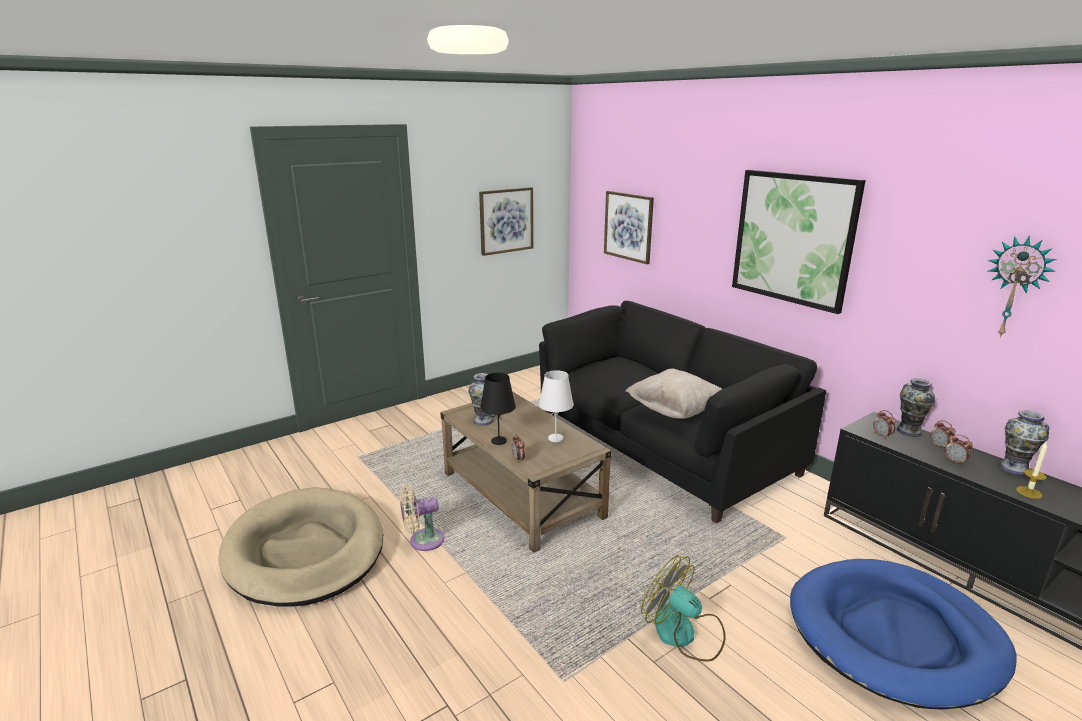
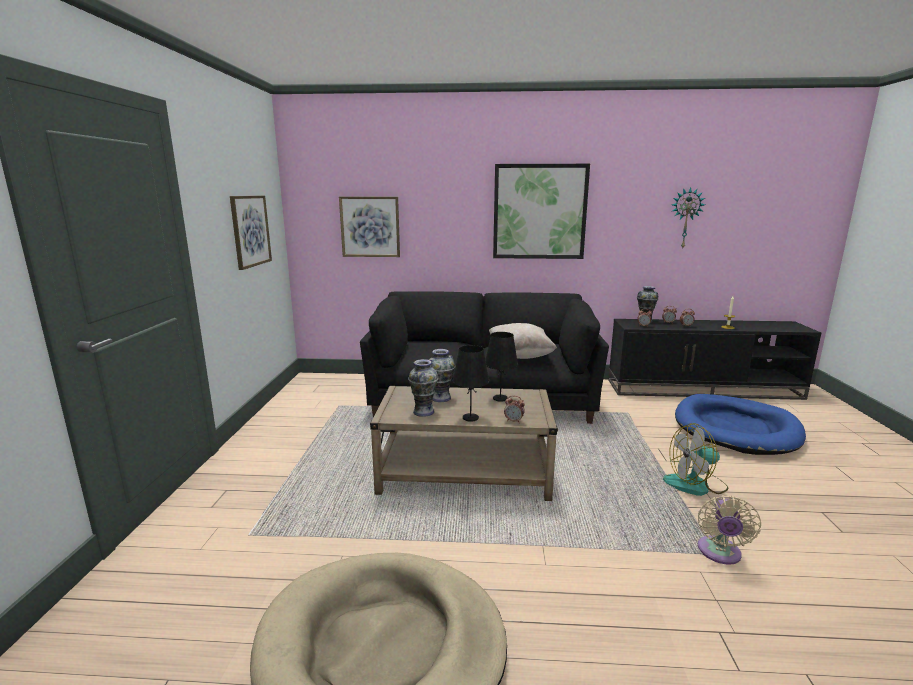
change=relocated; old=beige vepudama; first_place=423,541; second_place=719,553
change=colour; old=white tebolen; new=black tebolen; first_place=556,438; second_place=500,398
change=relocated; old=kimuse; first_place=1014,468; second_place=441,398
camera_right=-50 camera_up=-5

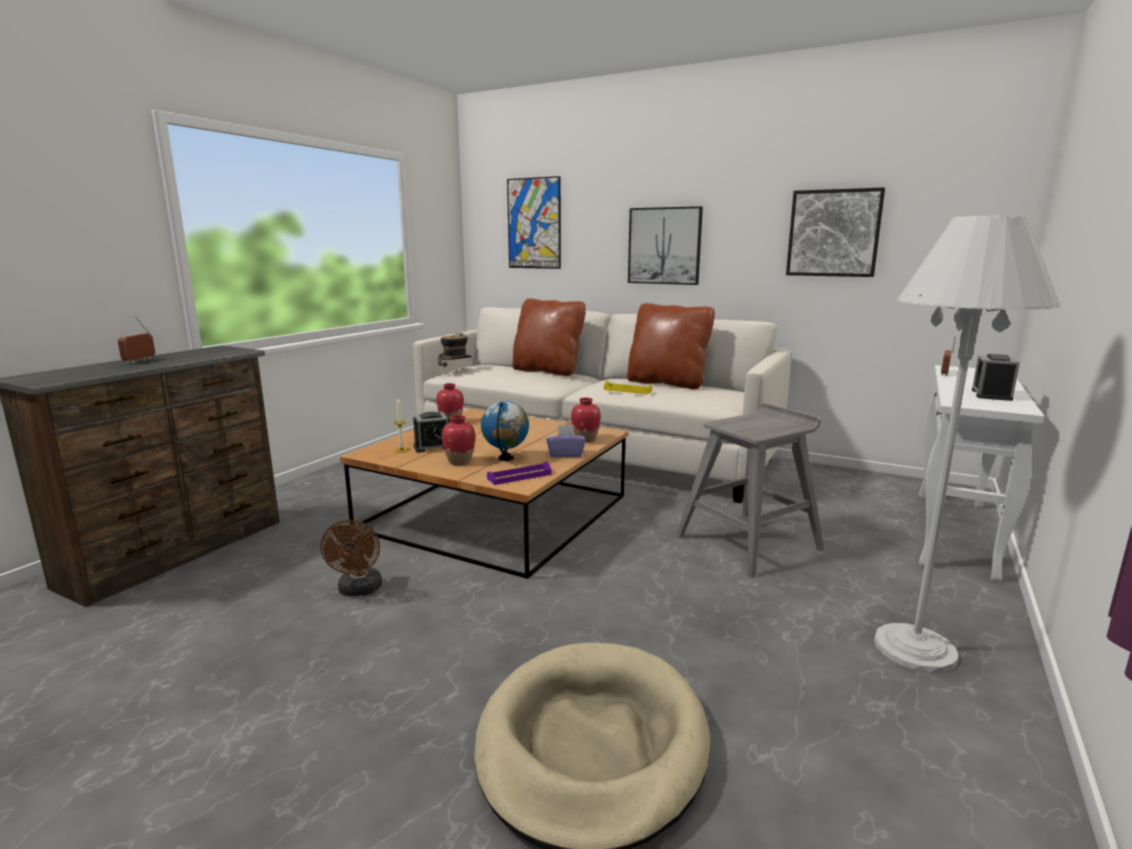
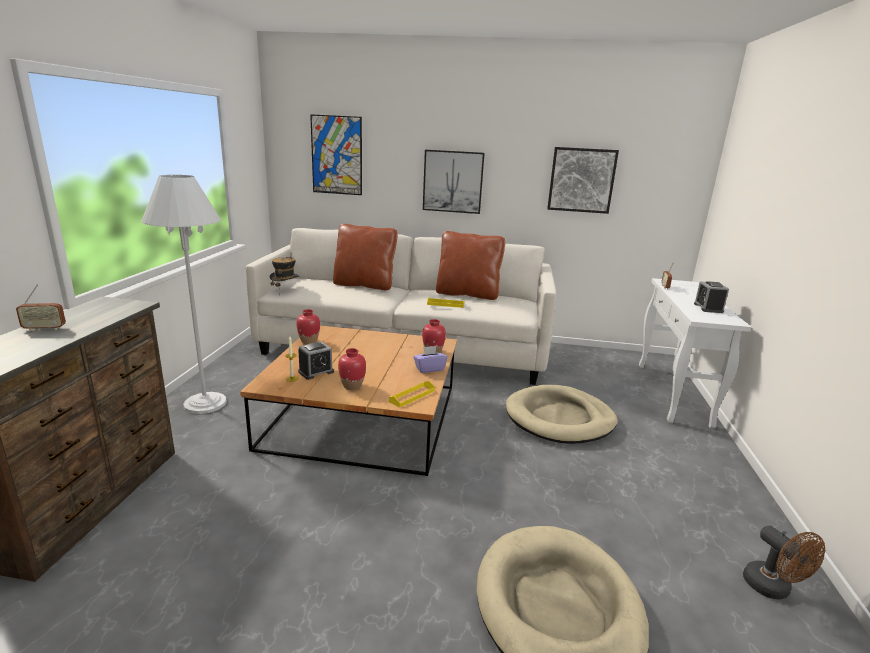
change=spun; old=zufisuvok; first_place=140,361; second_place=44,329; degrees=-90
change=relocated; old=brown vepudama; first_place=359,590; second_place=773,589
change=missing; old=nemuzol; first_place=506,458
change=colour; old=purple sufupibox; new=yellow sufupibox; first_place=519,476; second_place=412,396
change=exchanged; old=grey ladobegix; new=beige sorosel; first_place=749,542; second_place=559,418
change=relocated; old=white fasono; first_place=915,648; second_place=205,403
camera_right=-20 camera_up=5

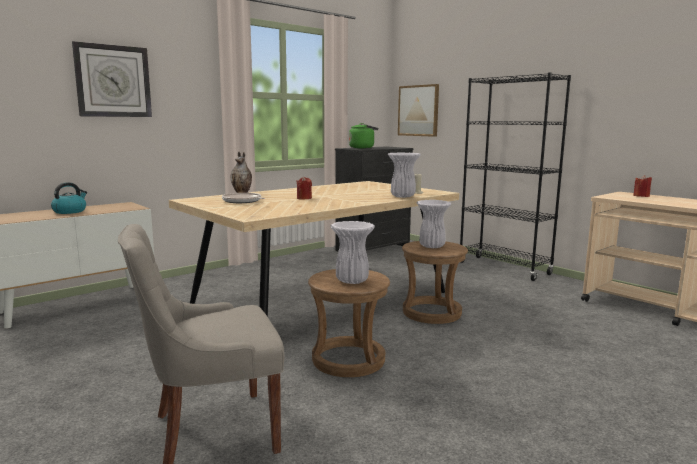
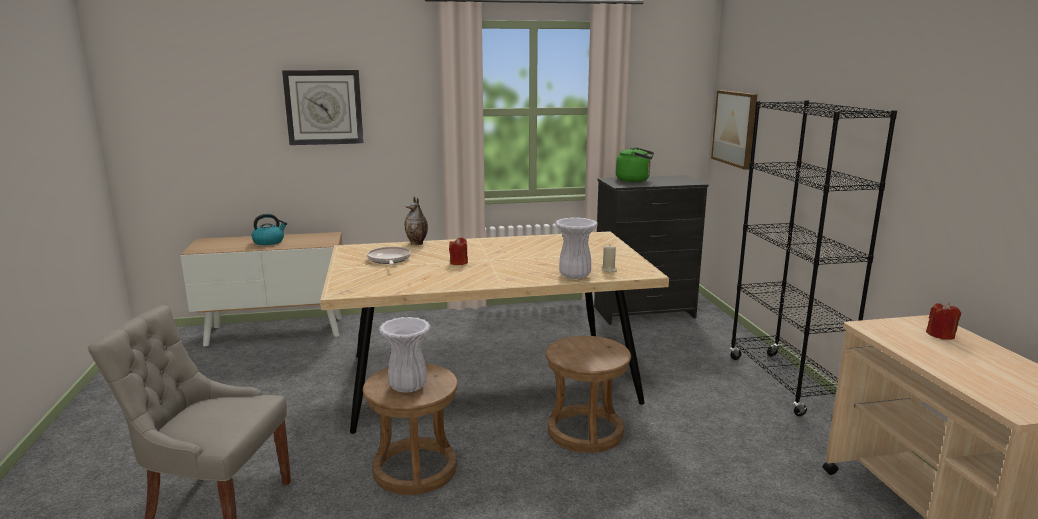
change=missing; old=white kimuse; first_place=432,246
camera_right=30 camera_up=5

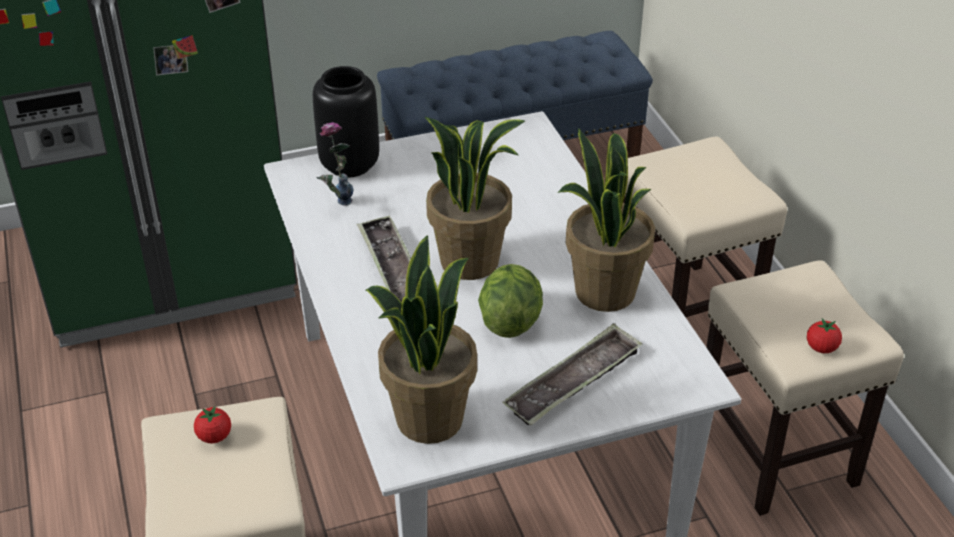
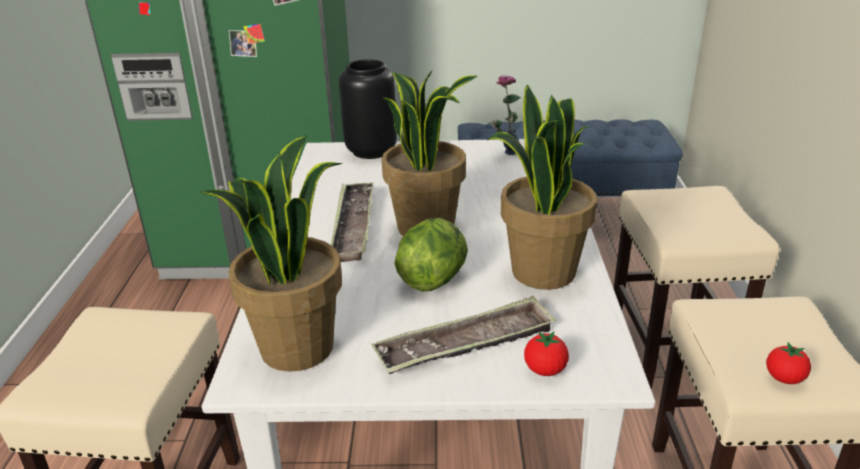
change=relocated; old=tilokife; first_place=214,436; second_place=545,370
change=relocated; old=kimuse; first_place=337,206; second_place=503,154
camera_right=20 camera_up=-10

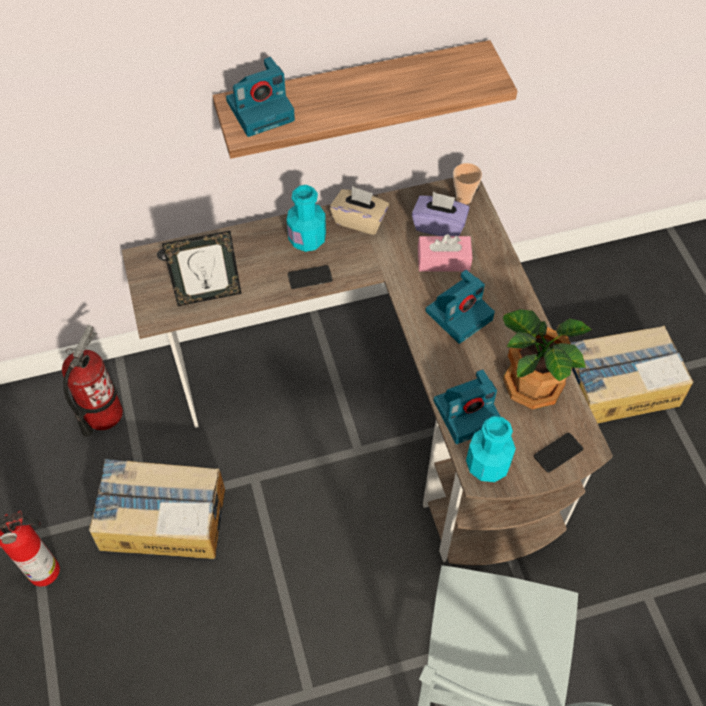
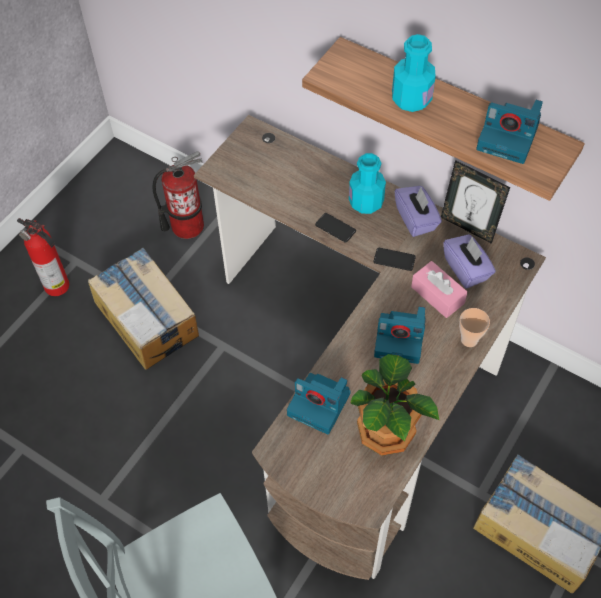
change=relocated; old=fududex; first_place=208,295; second_place=468,227
change=relocated; old=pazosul; first_place=261,109; second_place=509,138
change=colour; old=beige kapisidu; new=purple kapisidu; first_place=359,220; second_place=416,219
change=relocated; old=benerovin; first_place=463,198; second_place=469,340
change=relocated; old=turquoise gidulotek; first_place=487,464; second_place=411,99
change=relocated; old=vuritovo; first_place=558,453; second_place=394,259
camera_right=50 camera_up=0

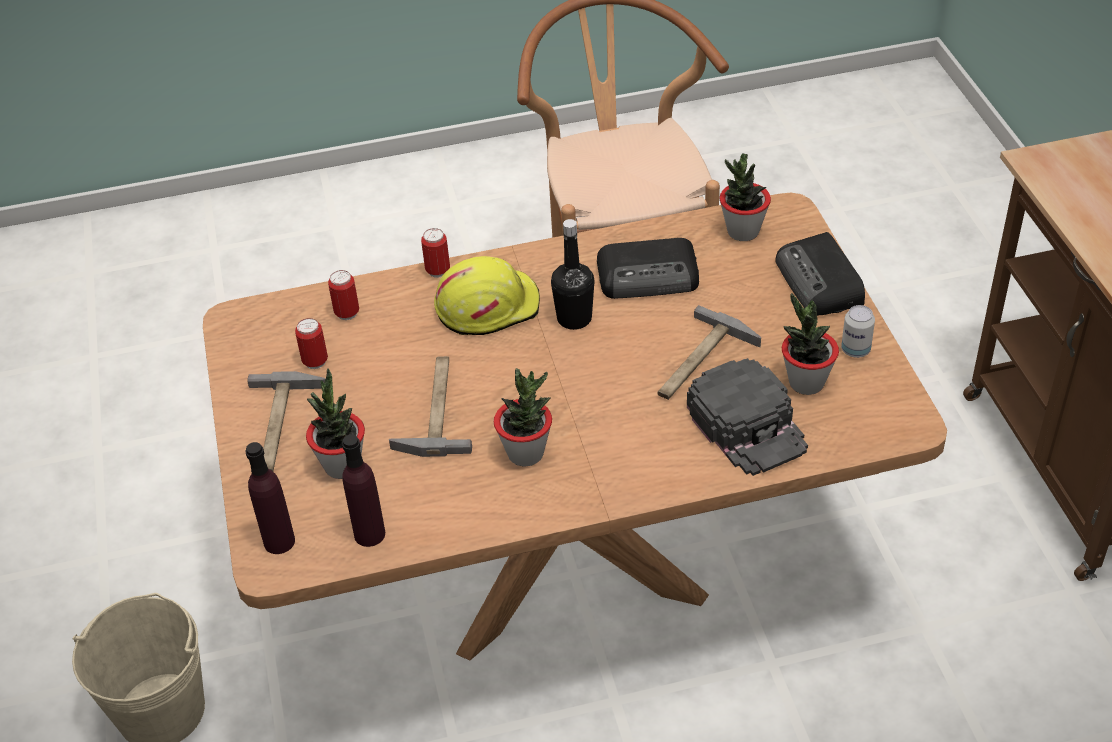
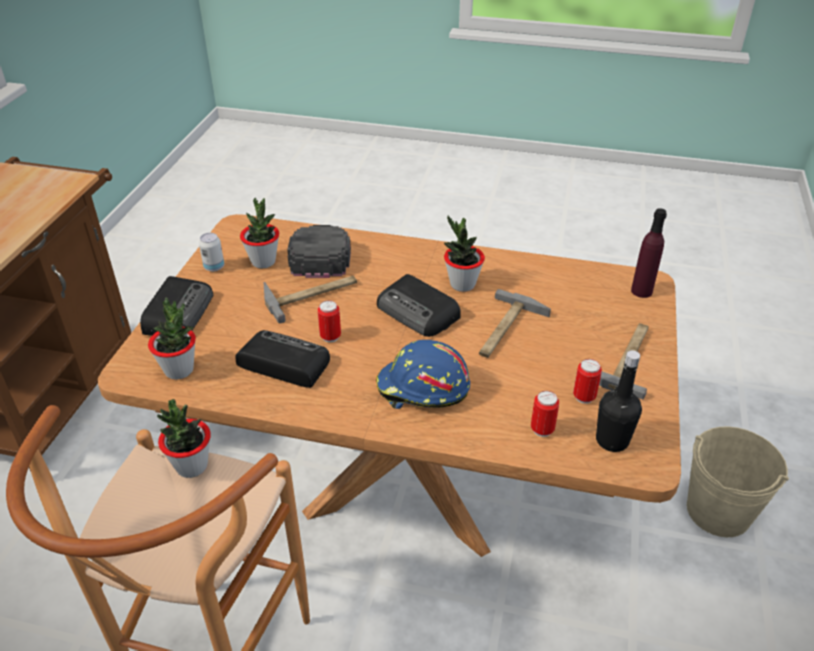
change=relocated; old=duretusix; first_place=342,465; second_place=192,466
change=missing; old=purple gidulotek; first_place=369,534
change=relocated; old=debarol; first_place=438,271; second_place=330,337
change=colour; old=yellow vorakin; new=blue vorakin; first_place=487,306; second_place=422,389
change=relocated; old=black gidulotek; first_place=574,318; second_place=612,440
change=appeared; new=zufisuvok; second_place=418,312
camera_right=-155 camera_up=-5

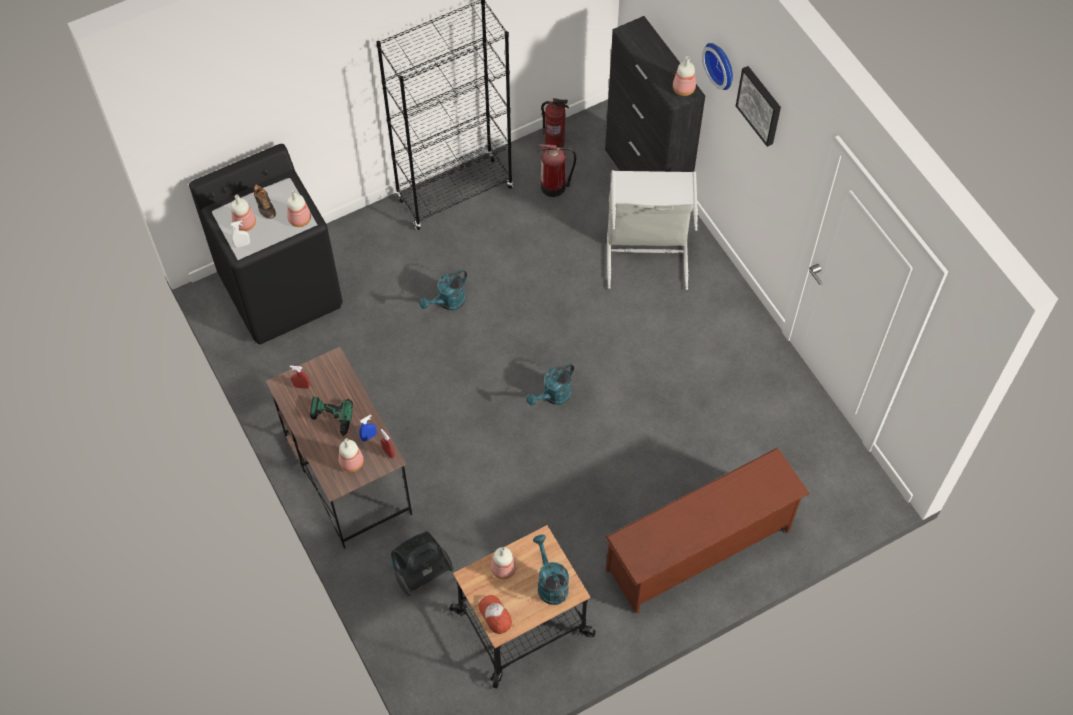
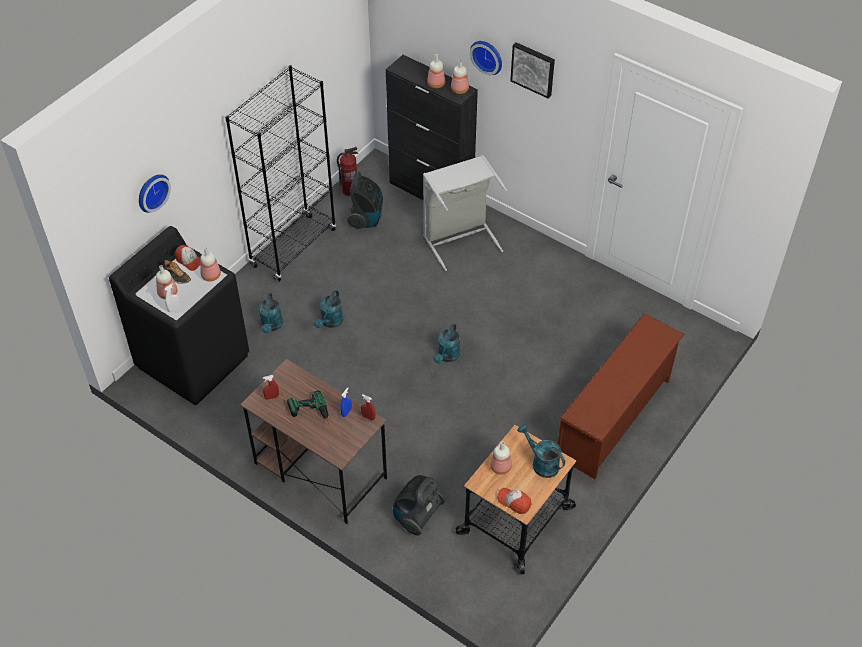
change=relocated; old=gidulotek; first_place=350,462; second_place=435,84
change=exchanged; old=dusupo; new=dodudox; first_place=555,186; second_place=366,218
change=appeared; new=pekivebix; second_place=151,191
change=appeared; new=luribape; second_place=189,261
change=appeared; new=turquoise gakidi; second_place=271,326
camera_right=-25 camera_up=-10

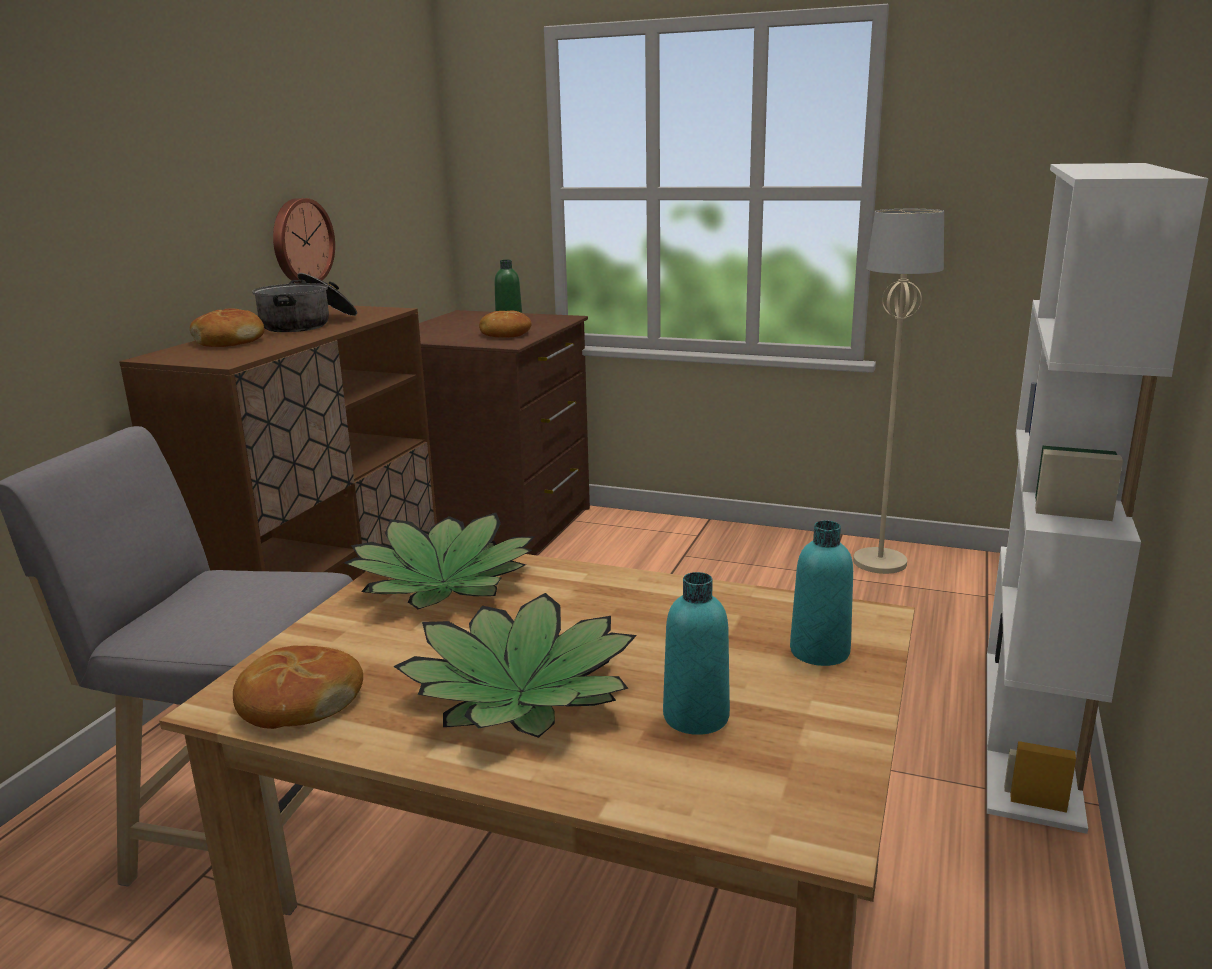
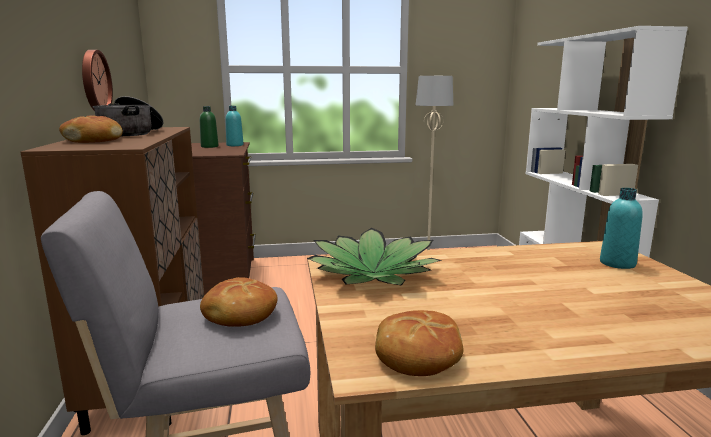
change=missing; old=duretusix; first_place=522,692
change=relocated; old=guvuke; first_place=505,334; second_place=239,314
change=relocated; old=turquoise gidulotek; first_place=696,717; second_place=235,145
camera_right=-30 camera_up=-5

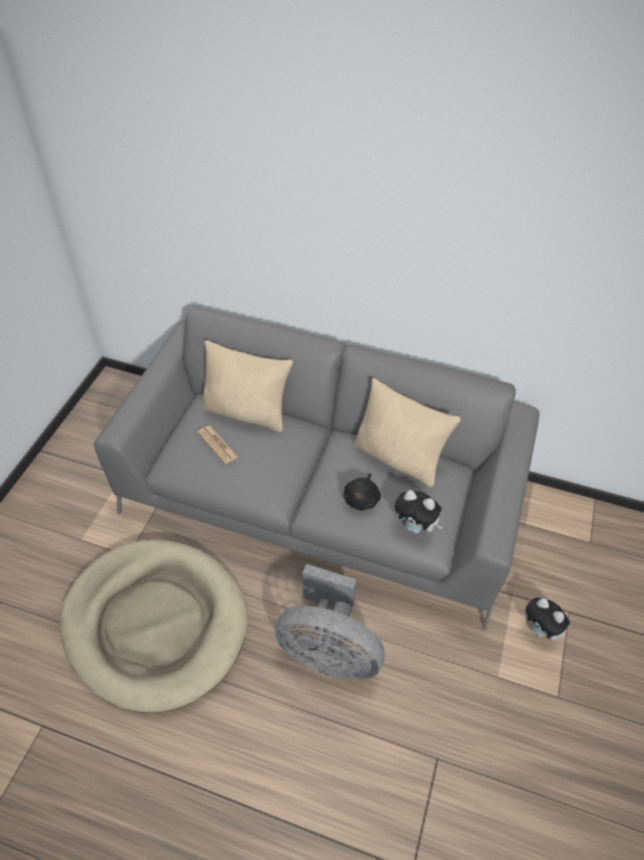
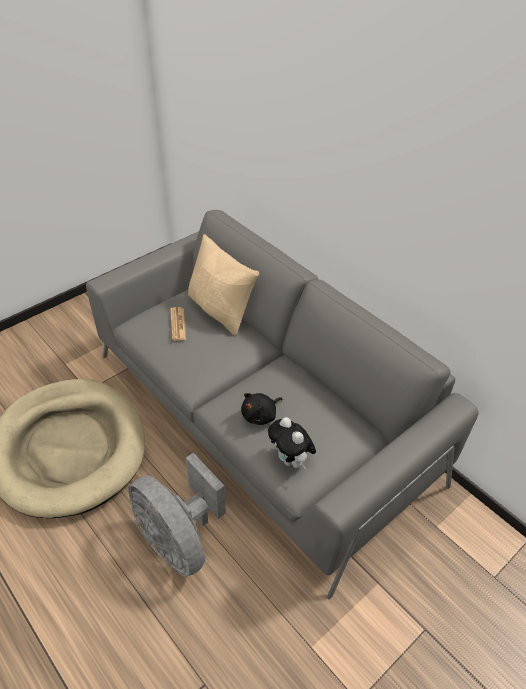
change=missing; old=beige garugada; first_place=399,458
change=missing; old=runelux; first_place=540,630
camera_right=30 camera_up=-5

